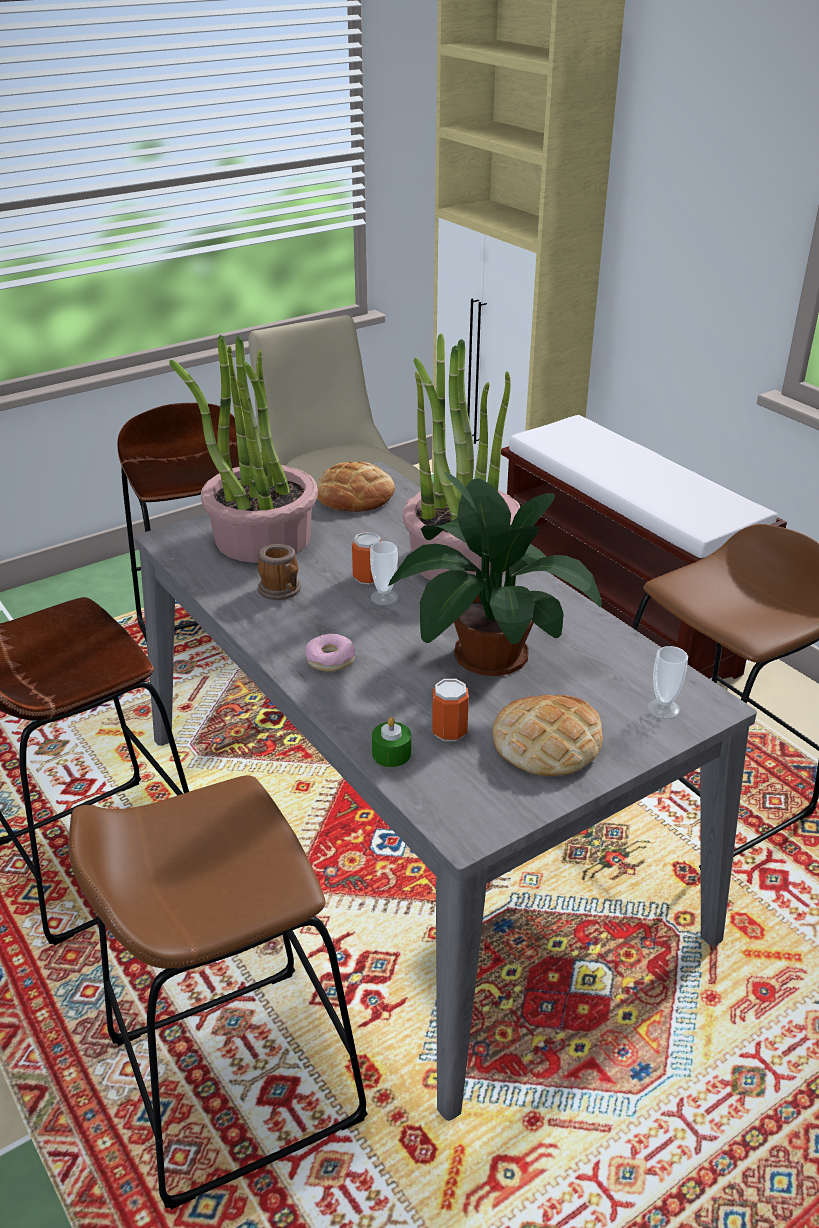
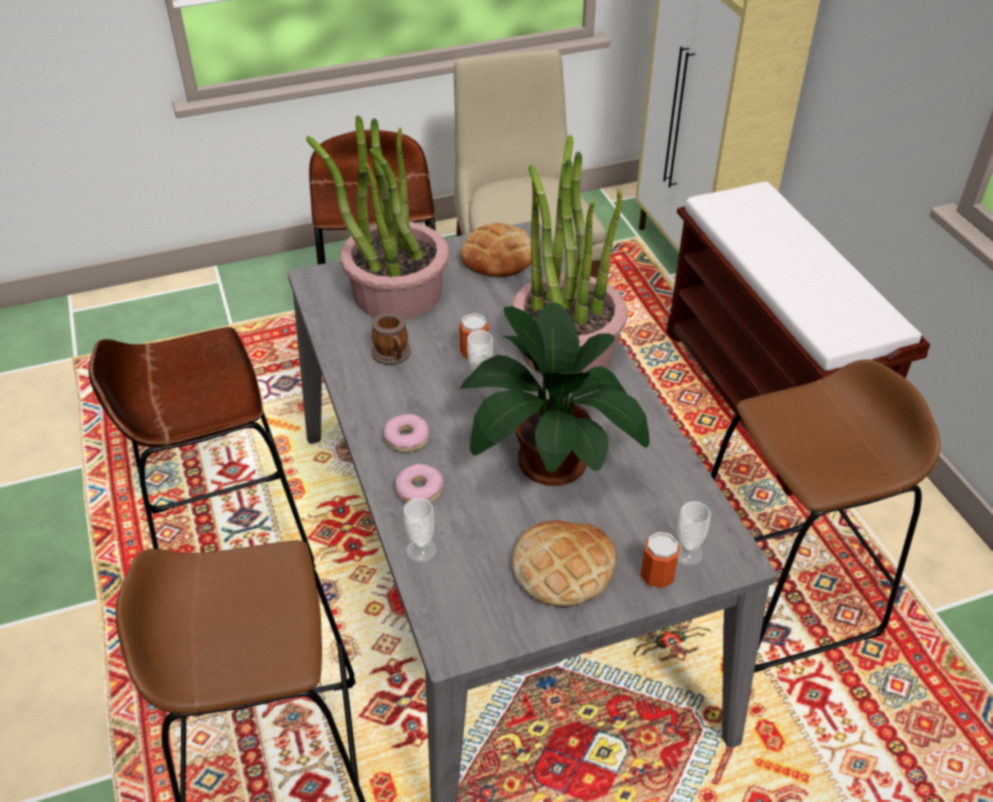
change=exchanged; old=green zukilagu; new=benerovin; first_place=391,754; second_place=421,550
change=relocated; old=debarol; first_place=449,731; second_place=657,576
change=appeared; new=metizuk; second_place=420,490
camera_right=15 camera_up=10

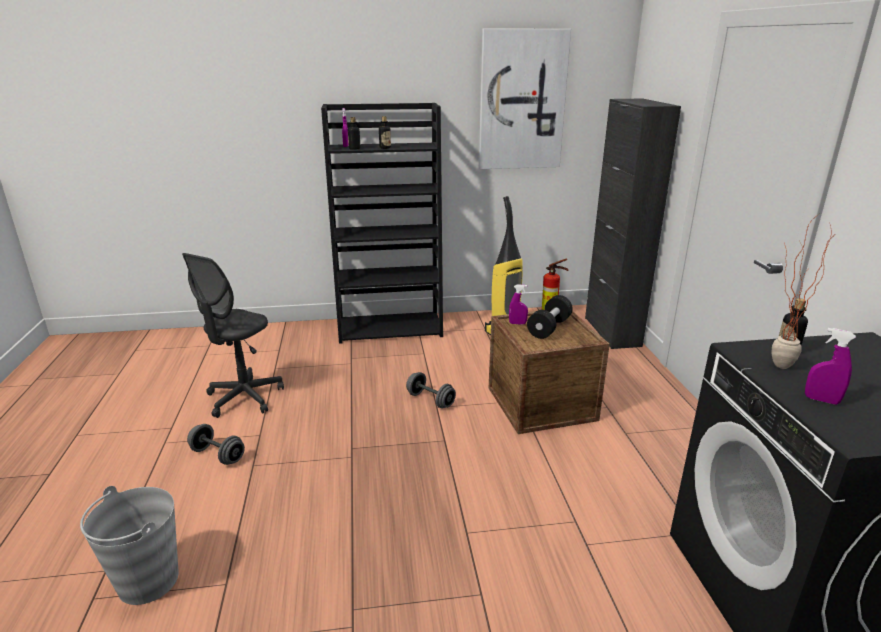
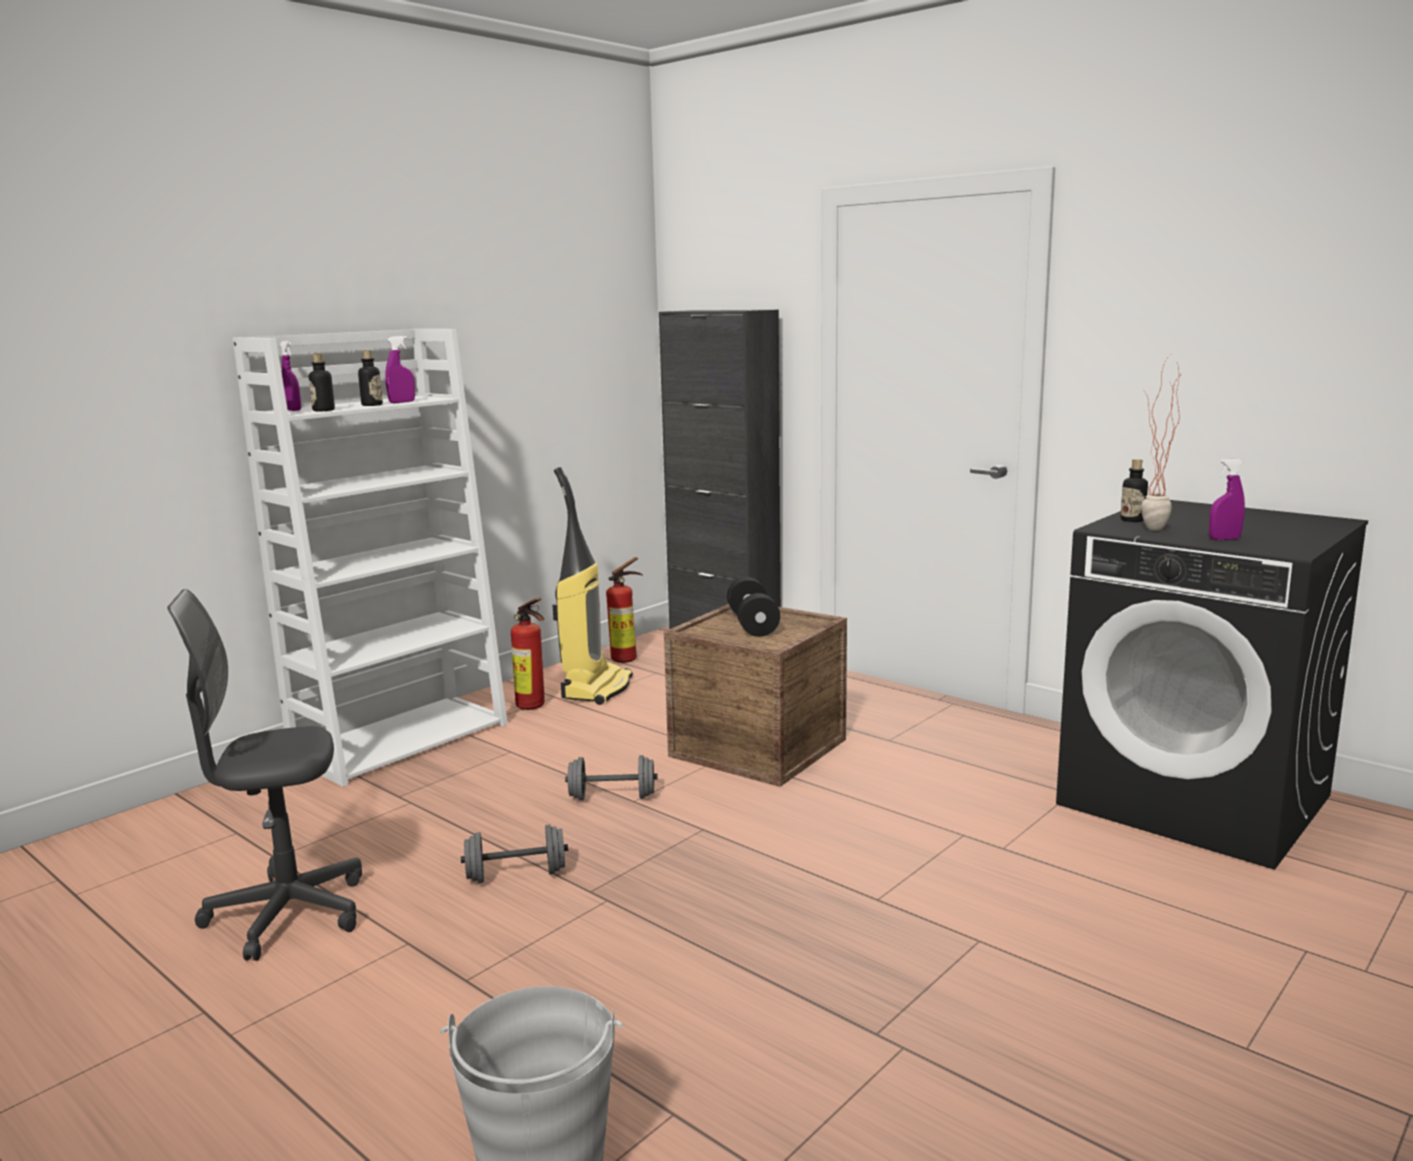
change=spun; old=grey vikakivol; first_place=244,398; second_place=287,914; degrees=90
change=relocated; old=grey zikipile; first_place=218,455; second_place=516,875
change=colour; old=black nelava; new=white nelava; first_place=391,327; second_place=401,739
change=missing; old=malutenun; first_place=522,101
change=relocated; old=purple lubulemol; first_place=517,323; second_place=402,402
change=appeared; new=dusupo; second_place=533,707
camera_right=-40 camera_up=-10

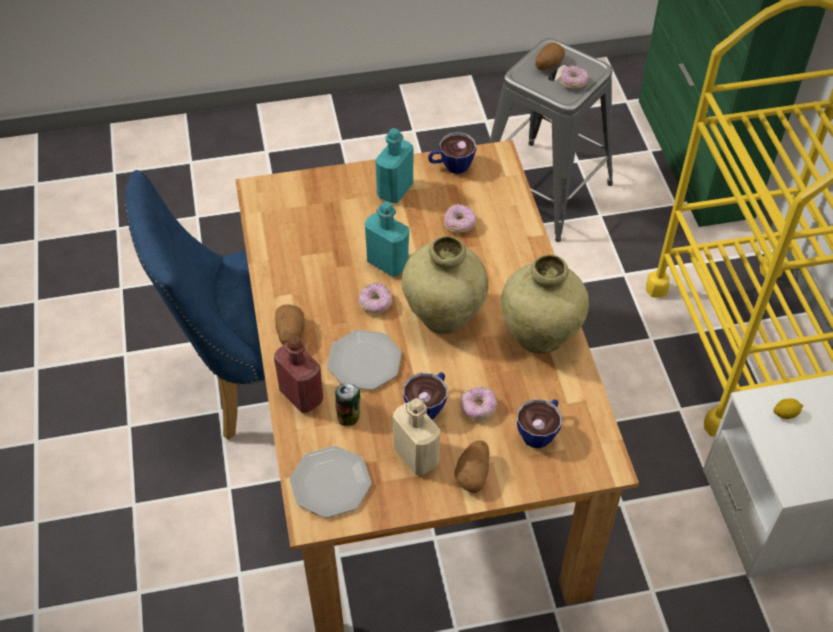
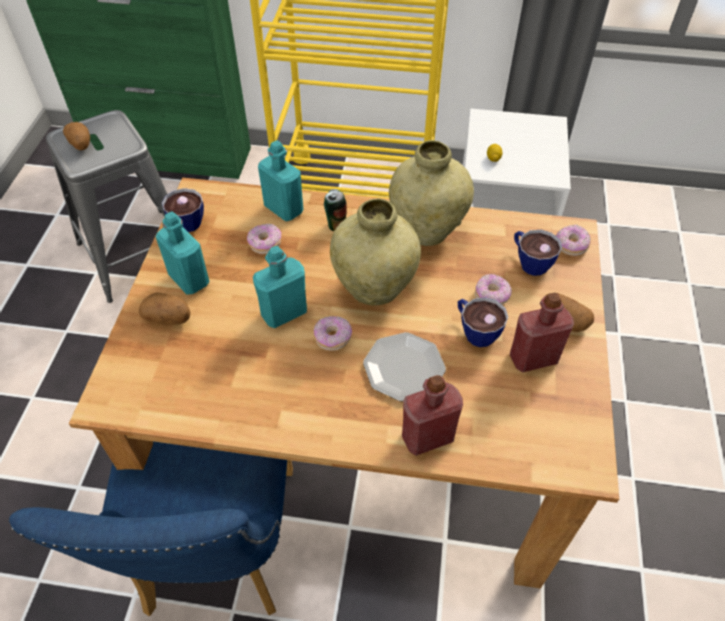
change=relocated; old=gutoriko; first_place=290,334; second_place=169,318
change=missing; old=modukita; first_place=330,483
change=relocated; old=debarol; first_place=349,416; second_place=336,224
change=colour; old=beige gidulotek; new=red gidulotek; first_place=416,456; second_place=533,358
change=relocated; old=metizuk; first_place=573,82; second_place=571,246
change=appeared; new=turquoise gidulotek; second_place=283,209
camera_right=-70 camera_up=0

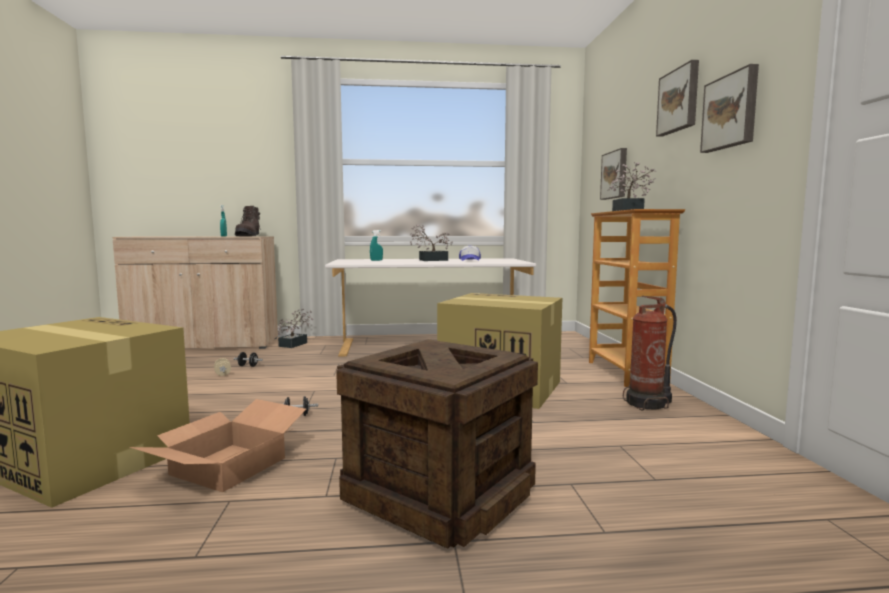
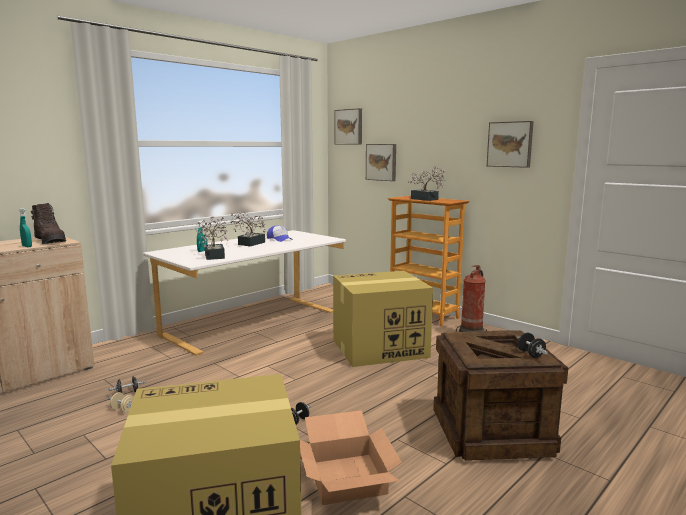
change=relocated; old=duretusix; first_place=295,344; second_place=214,255
change=relocated; old=malutenun; first_place=679,100; second_place=349,127
change=appeared; new=black zikipile; second_place=530,354
camera_right=-40 camera_up=5

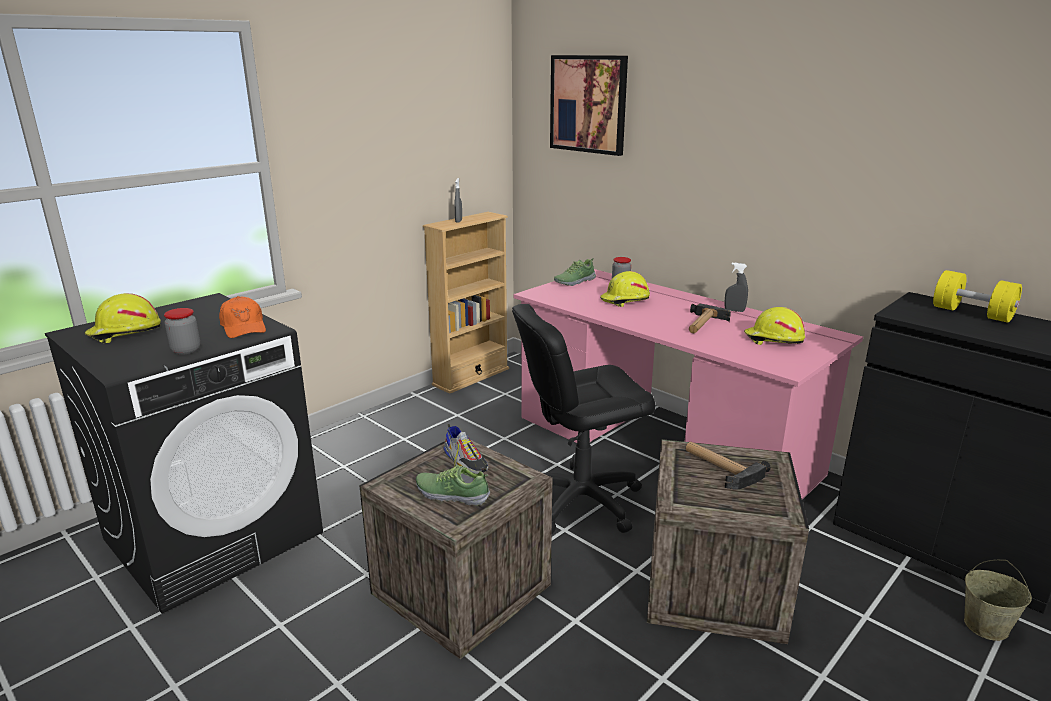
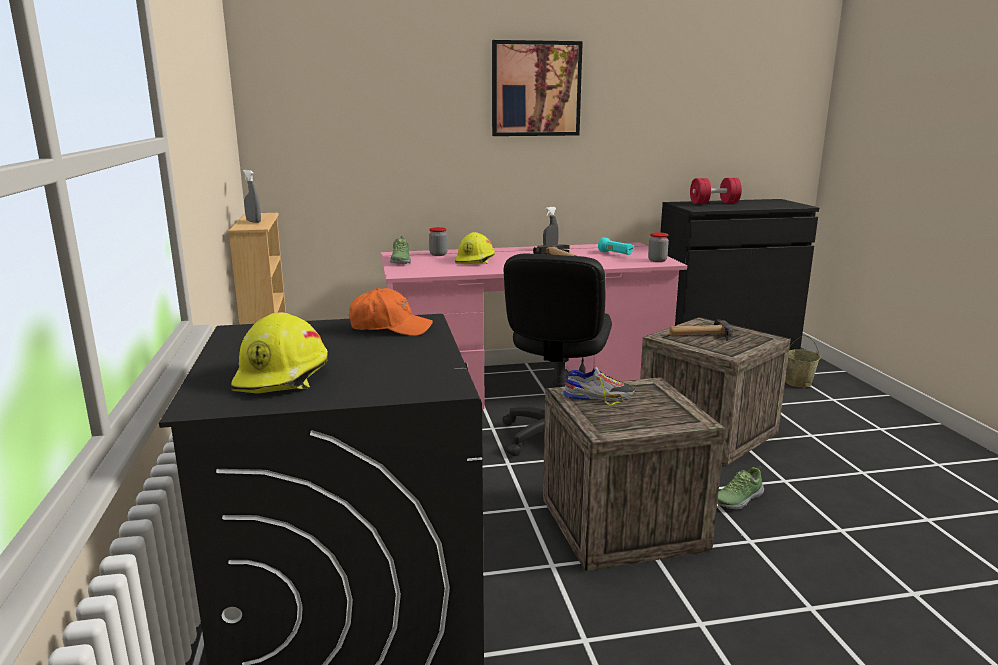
change=relocated; old=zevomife; first_place=186,350; second_place=657,260
change=relocated; old=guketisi; first_place=452,494; second_place=737,499
change=relocated; old=malutenun; first_place=588,104; second_place=536,89
change=exchanged; old=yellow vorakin; new=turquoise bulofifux; first_place=773,339; second_place=615,254
change=colour; old=yellow zikipile; new=red zikipile; first_place=972,313; second_place=714,203
camera_right=-55 camera_up=-5

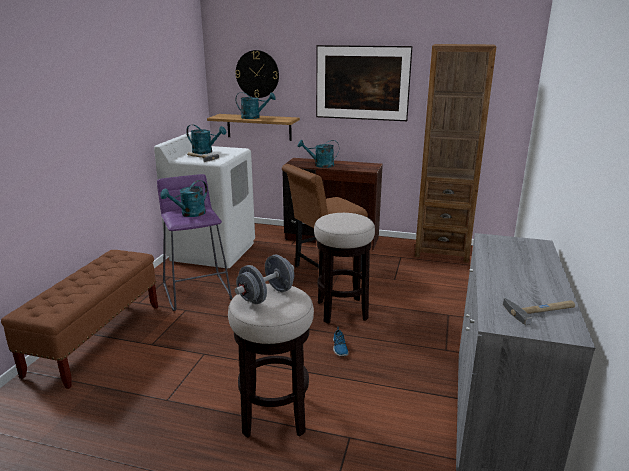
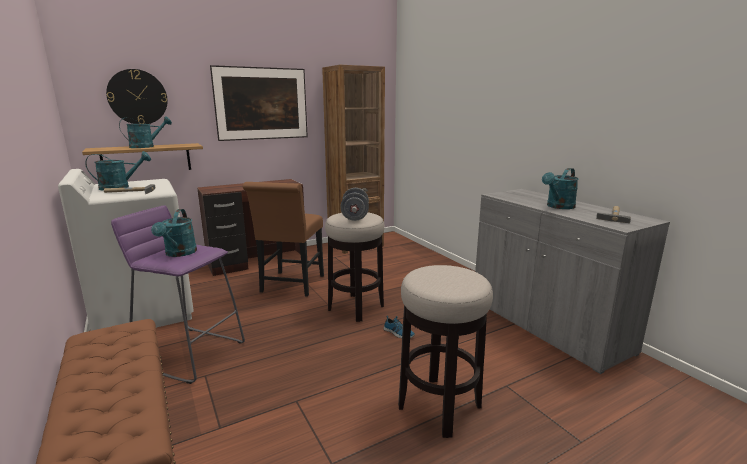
change=relocated; old=grey zikipile; first_place=266,296; second_place=355,217
change=relocated; old=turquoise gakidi; first_place=320,165; second_place=558,207
camera_right=-45 camera_up=-5

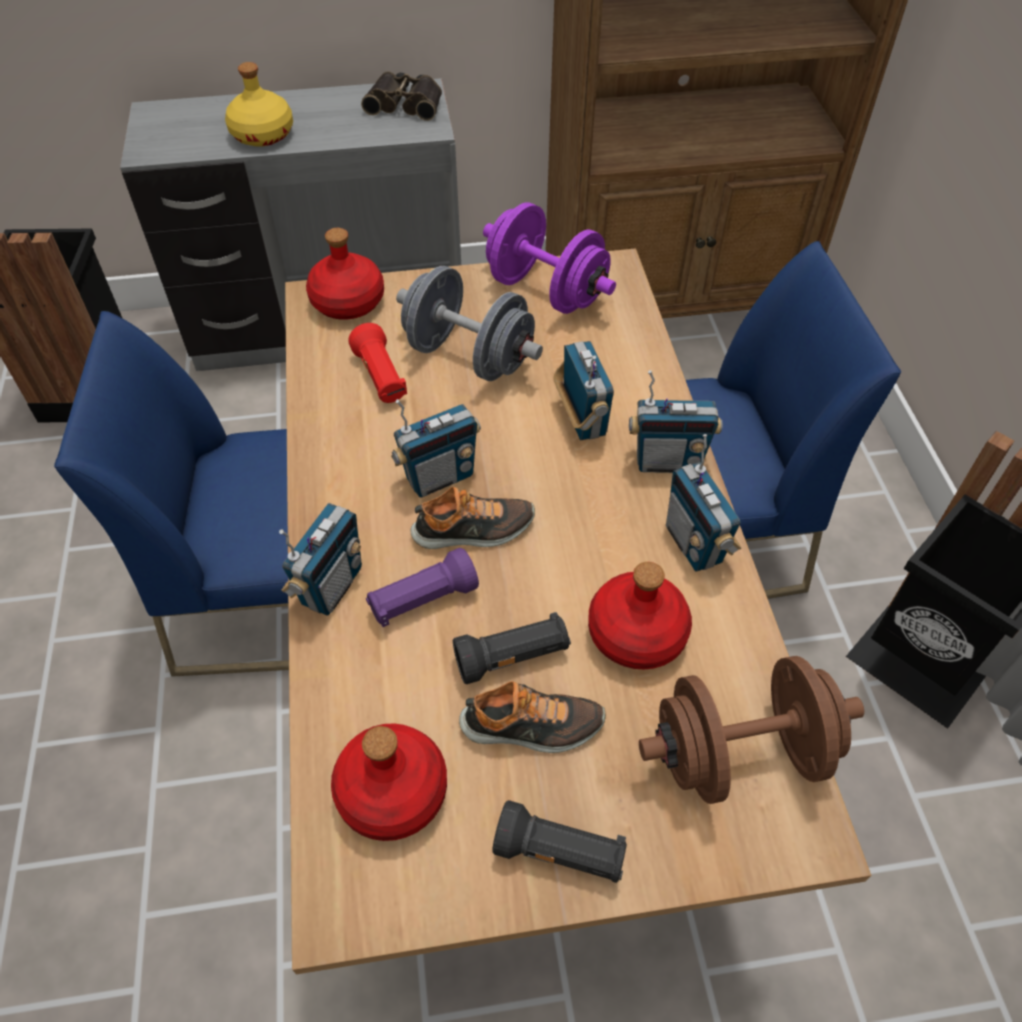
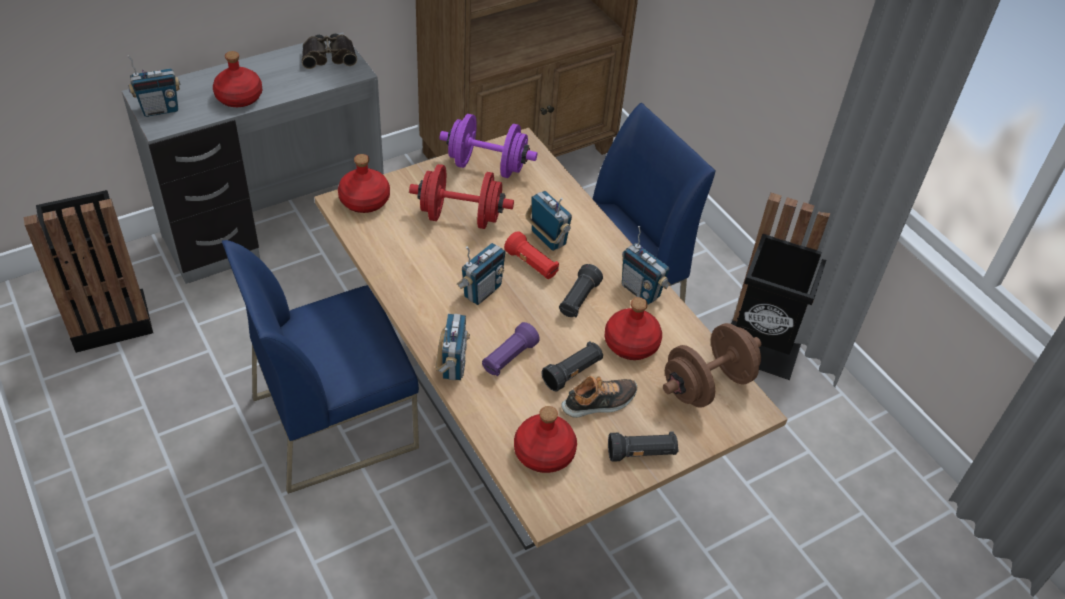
change=colour; old=yellow gidulotek; new=red gidulotek; first_place=263,135; second_place=240,97
change=relocated; old=red bulofifux; first_place=381,378; second_place=532,265
change=colour; old=grey zikipile; new=red zikipile; first_place=469,356; second_place=461,217
change=missing; old=guketisi; first_place=473,530
change=relocated; old=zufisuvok; first_place=667,461; second_place=160,109
change=appeared; new=black bulofifux; second_place=578,300
camera_right=-25 camera_up=-5

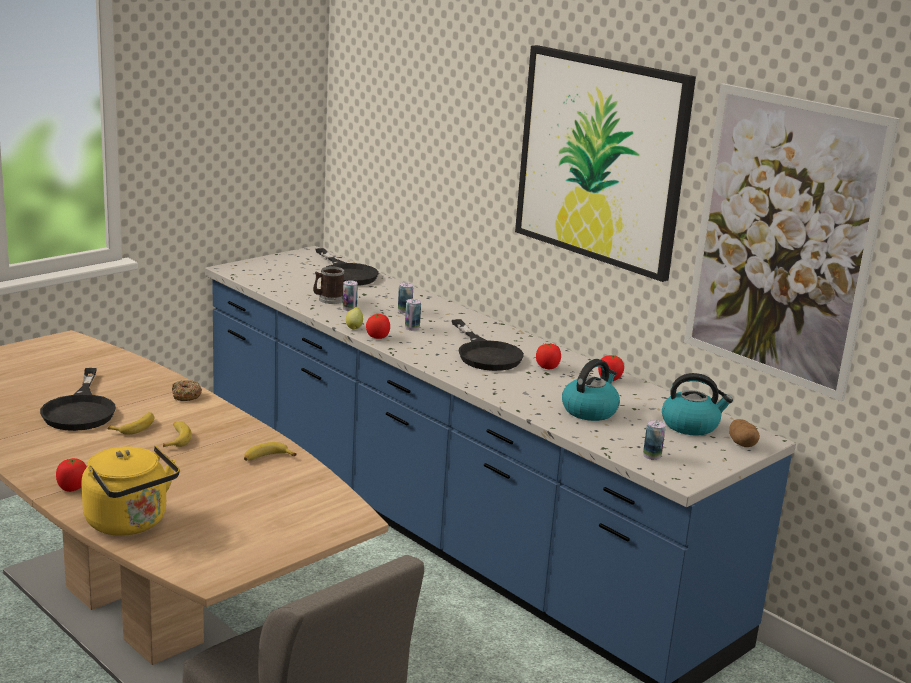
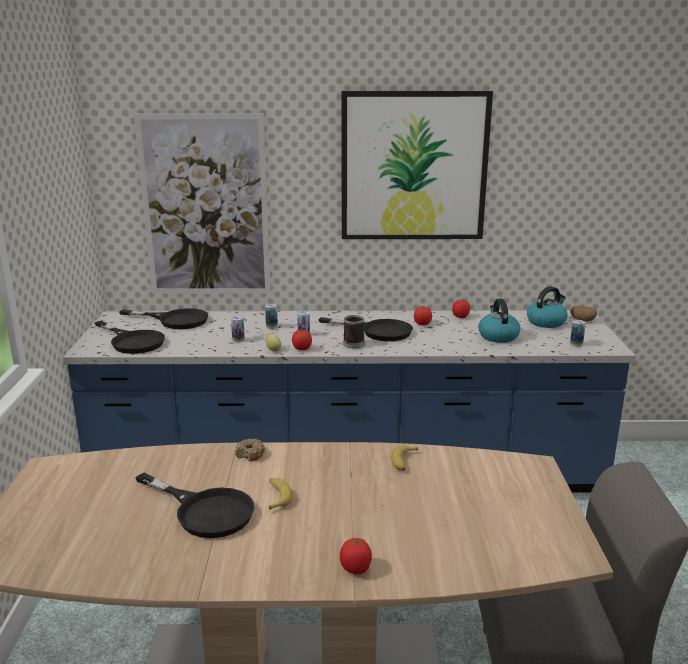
change=missing; old=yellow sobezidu; first_place=130,523
change=missing; old=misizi; first_place=176,439
change=relocated; old=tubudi; first_place=328,299; second_place=352,345
change=relocated; old=malutenun; first_place=783,240; second_place=205,207
change=appeared; new=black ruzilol; second_place=133,341
camera_right=-45 camera_up=0

